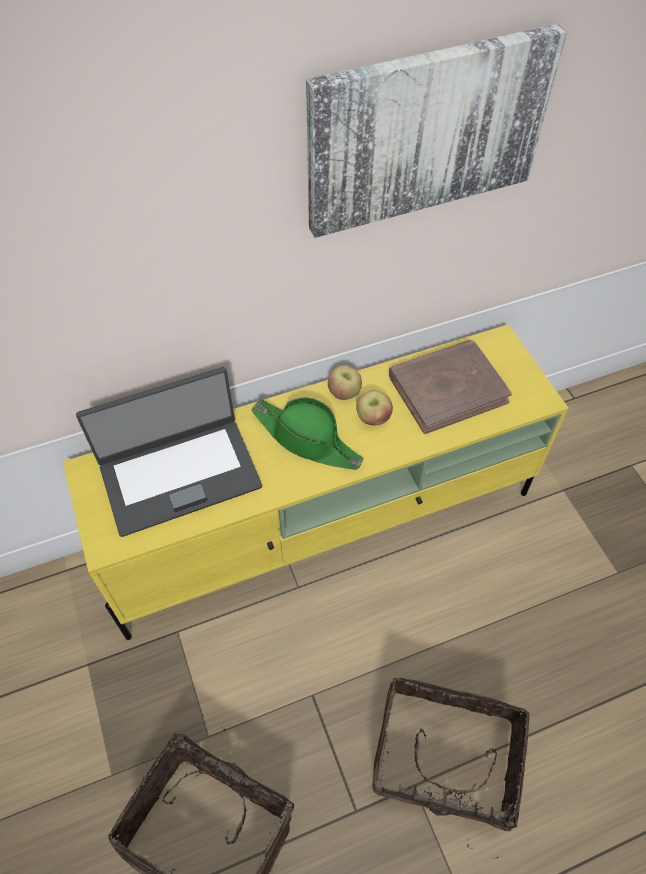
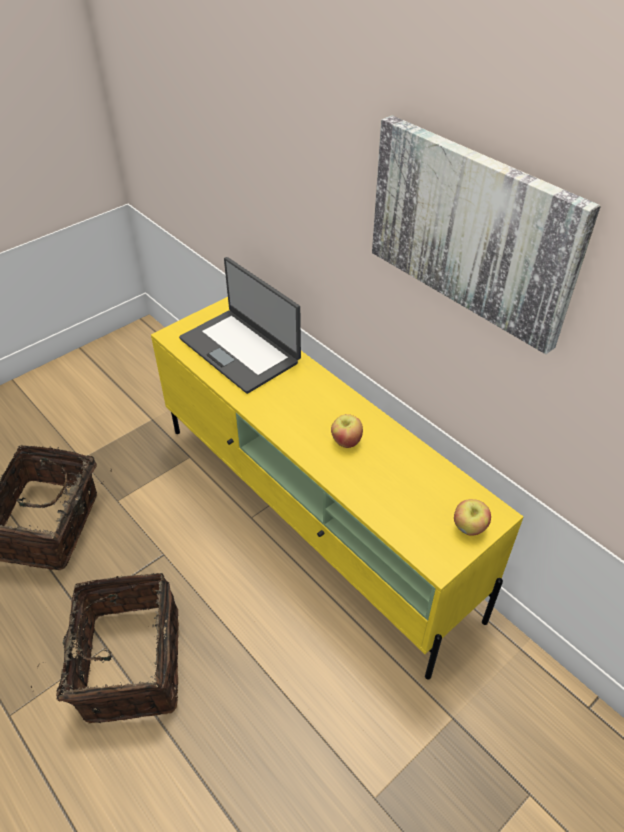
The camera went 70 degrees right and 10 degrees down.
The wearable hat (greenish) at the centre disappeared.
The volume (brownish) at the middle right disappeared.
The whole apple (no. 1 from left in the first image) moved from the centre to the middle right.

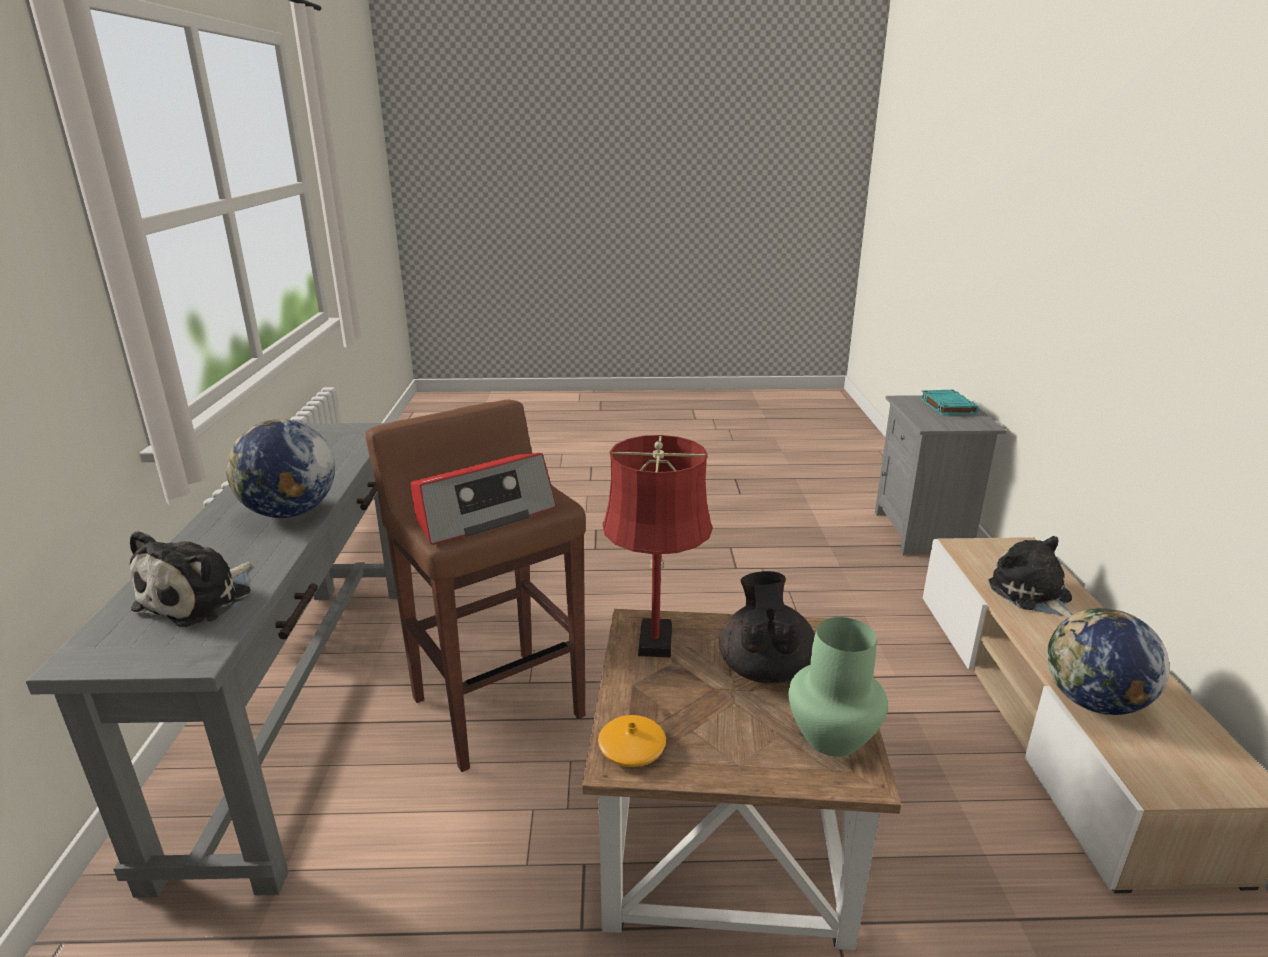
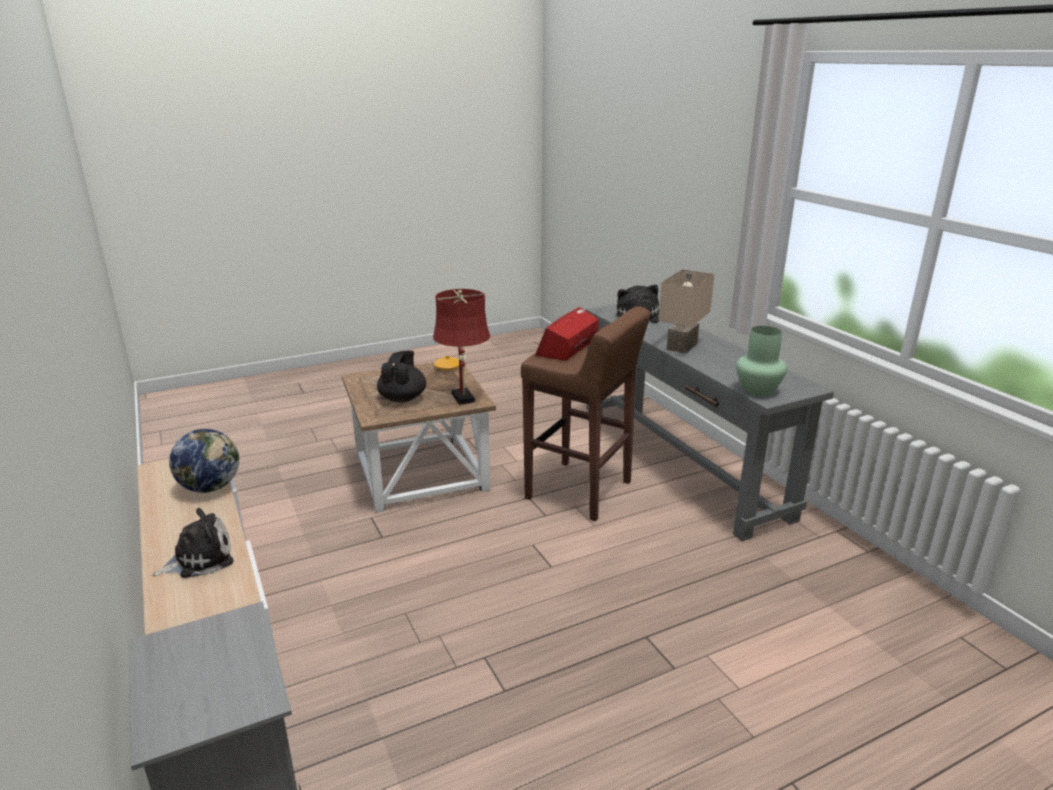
The camera went 155 degrees right and 0 degrees up.
The volume (turquoise) at the middle right disappeared.
The vase (greenish) moved from the bottom centre to the middle right.
The world globe (no. 1 from left) at the middle left was replaced by the lamp for a table (beige-coloured) at the centre.
The teapot (blackish) at the centre turned 150 degrees counterclockwise.
The soft toy (no. 2 from left in the first image) at the middle right turned 75 degrees counterclockwise.

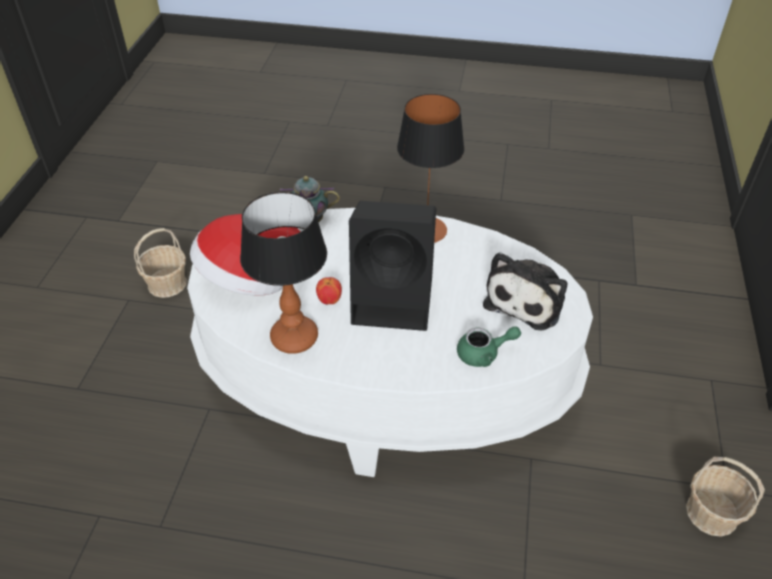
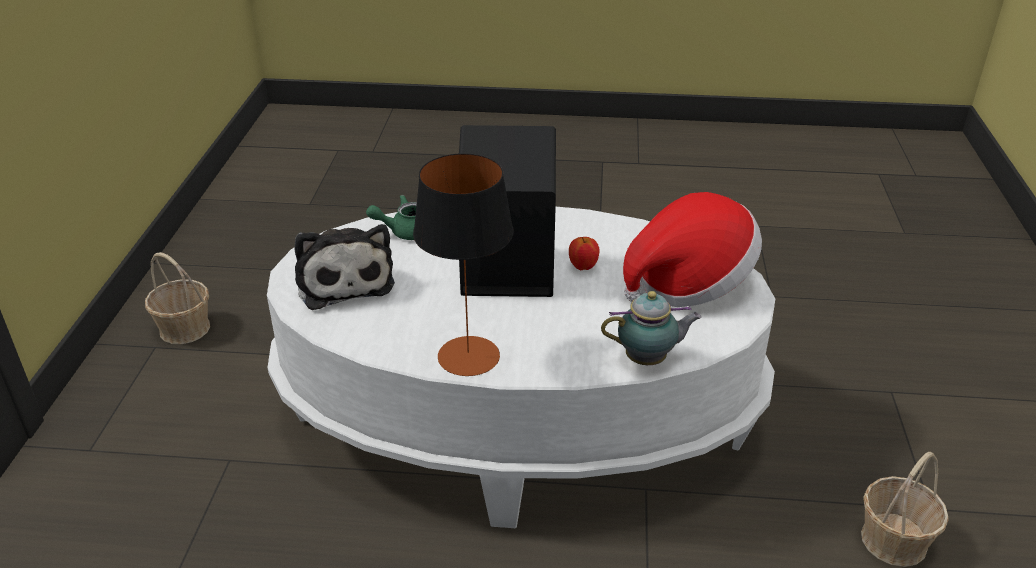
The camera went 175 degrees right and 10 degrees down.
The lamp for a table (no. 1 from left) at the centre disappeared.
The soft toy at the middle right turned 135 degrees clockwise.

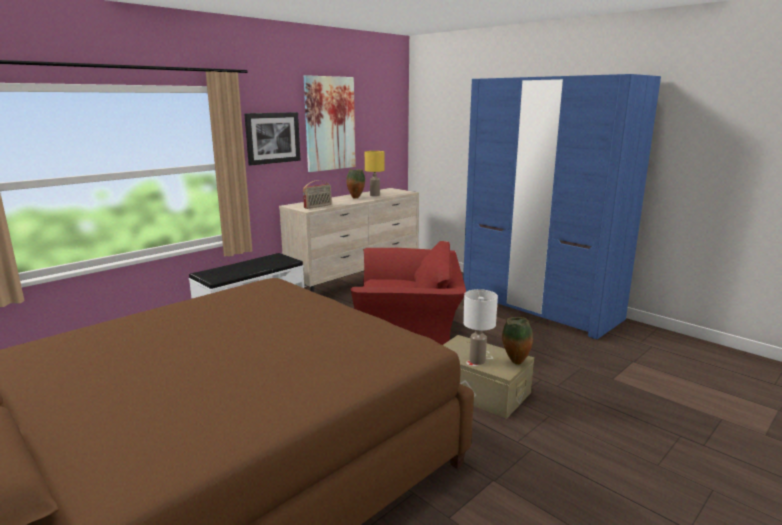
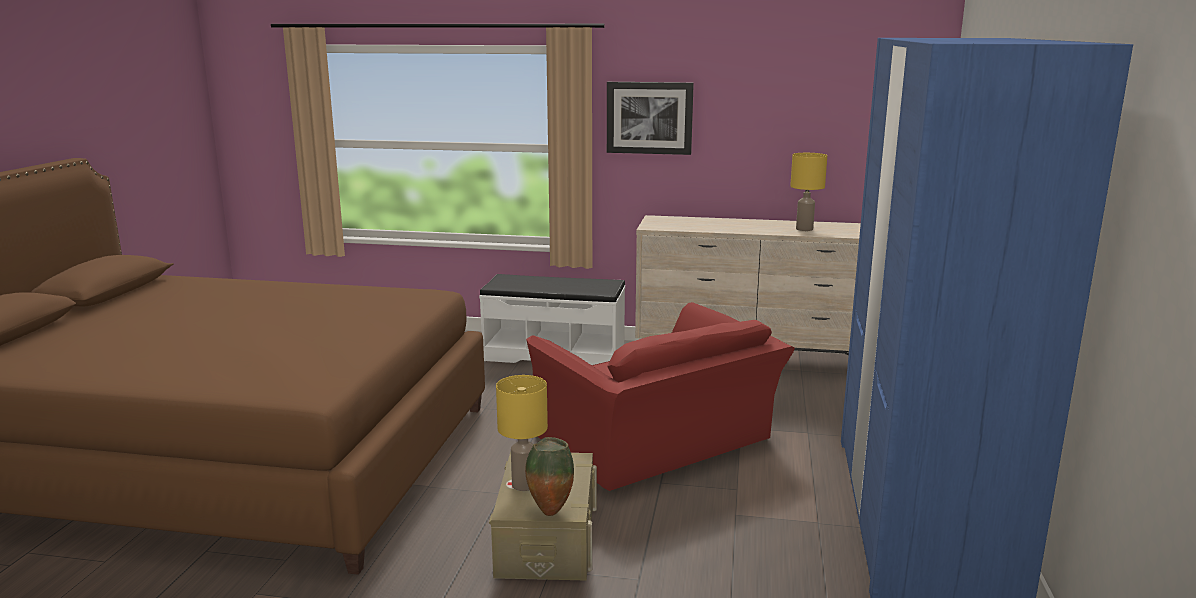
The camera went 55 degrees right and 0 degrees up.
The radio receiver at the centre disappeared.
The wall art (no. 2 from left) at the top centre disappeared.
The vase (no. 1 from left) at the centre disappeared.
The lamp for a table (white) at the centre became the lamp for a table (yellow) (no. 1 from left) at the bottom centre.

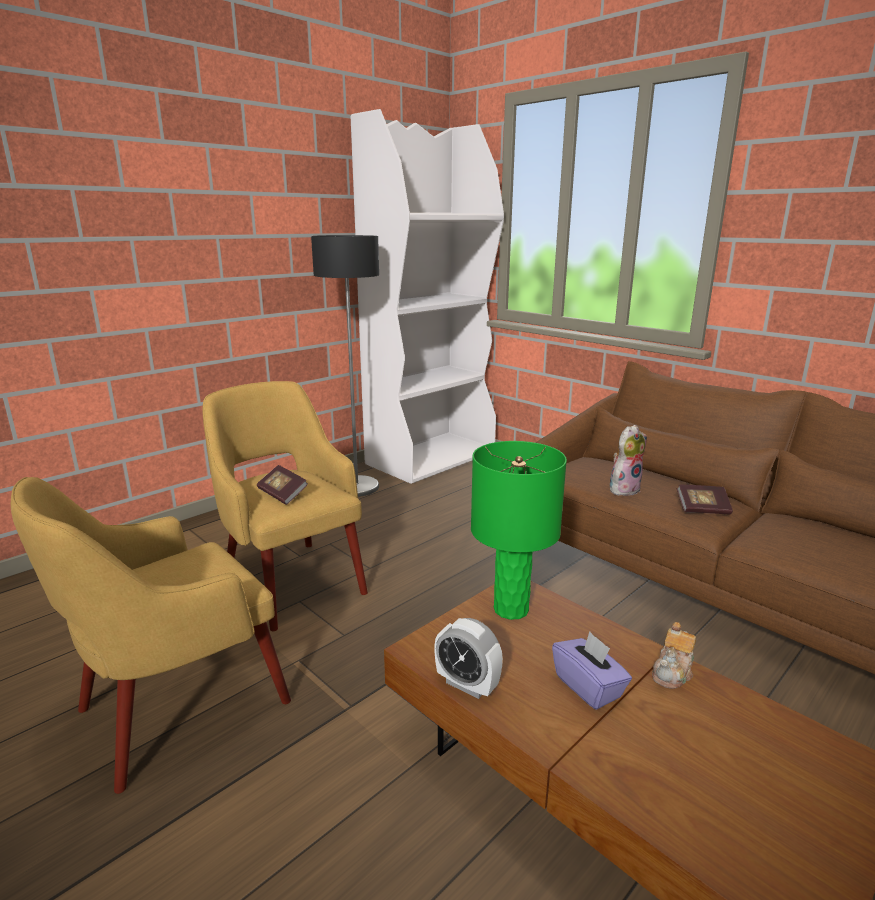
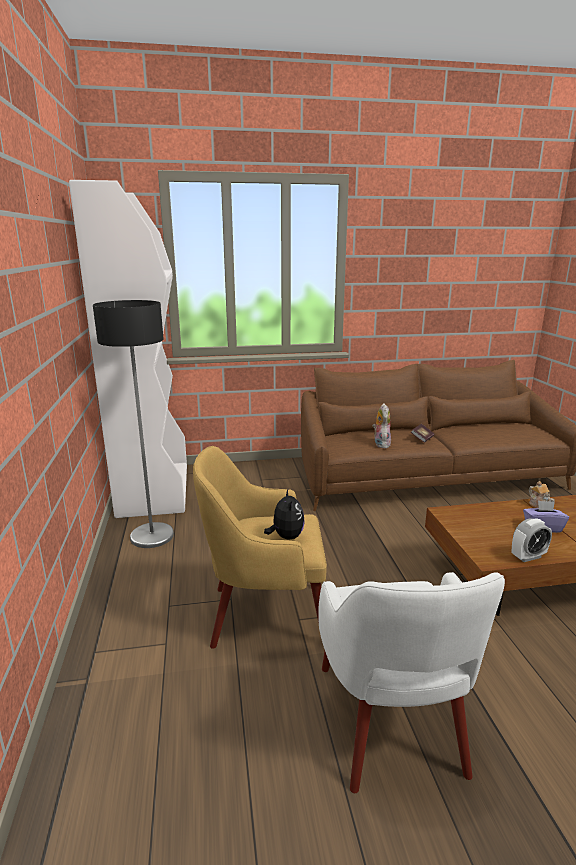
The camera went 55 degrees left and 0 degrees up.
The lamp for a table (greenish) at the centre disappeared.
The volume (no. 1 from left) at the middle left was replaced by the soft toy (no. 1 from left) at the centre.
The armchair (yellow) (no. 1 from left) at the bottom left became the armchair (white) at the bottom right.

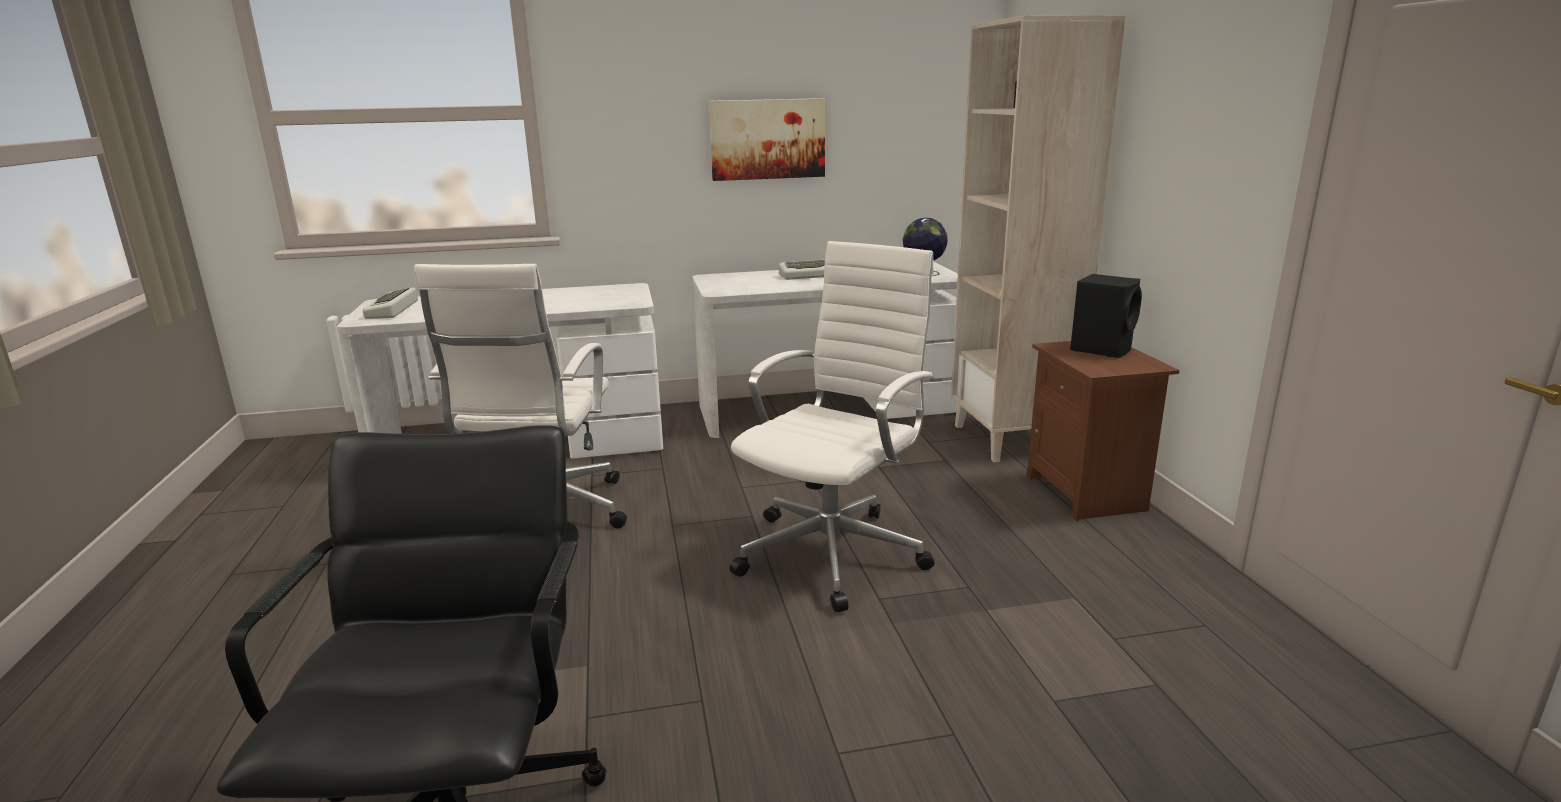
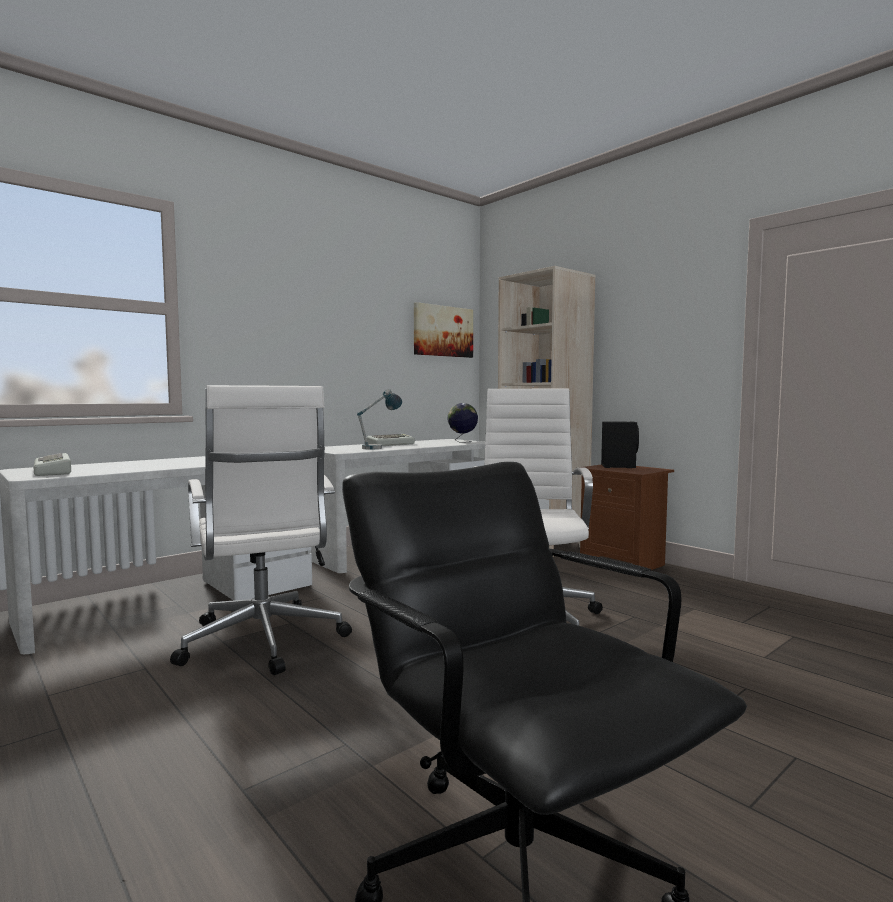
The camera went 30 degrees left and 15 degrees down.
The lamp for a table at the centre appeared.
The wall art moved from the top centre to the centre.

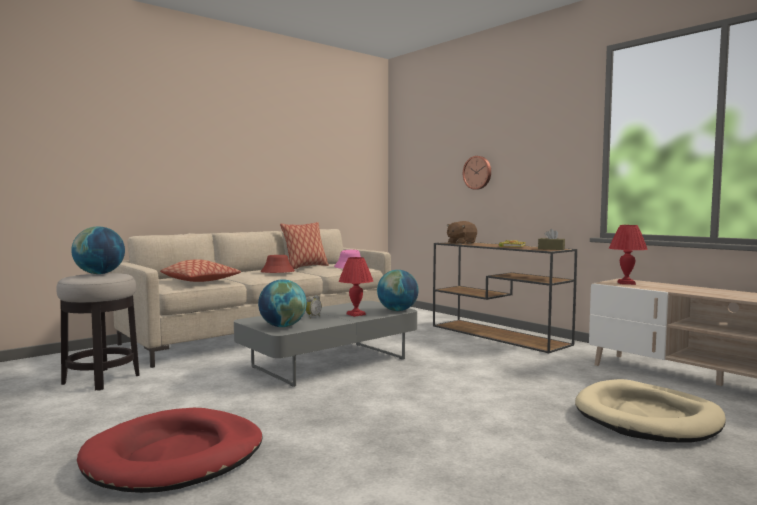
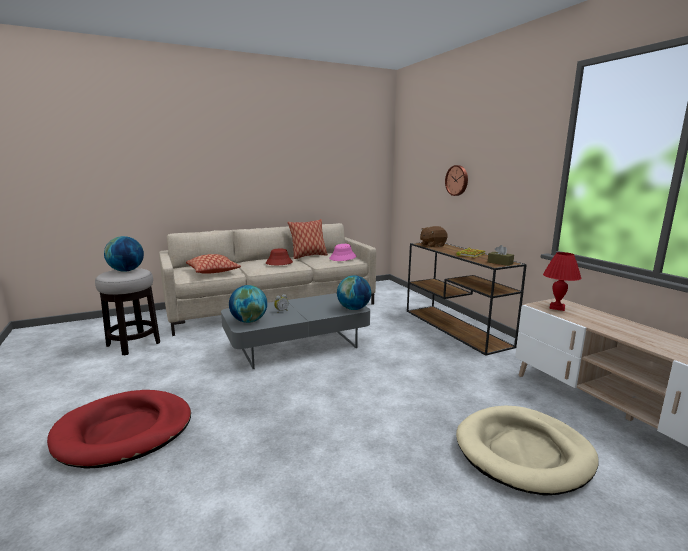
The camera went 15 degrees right and 10 degrees up.
The lamp for a table (red) (no. 1 from left) at the centre disappeared.

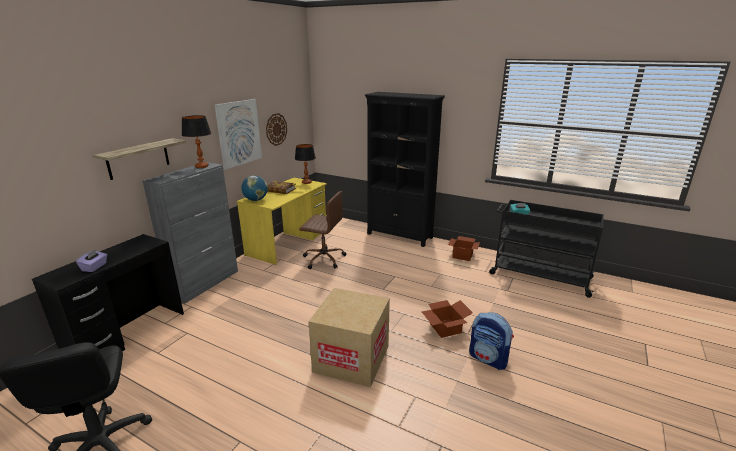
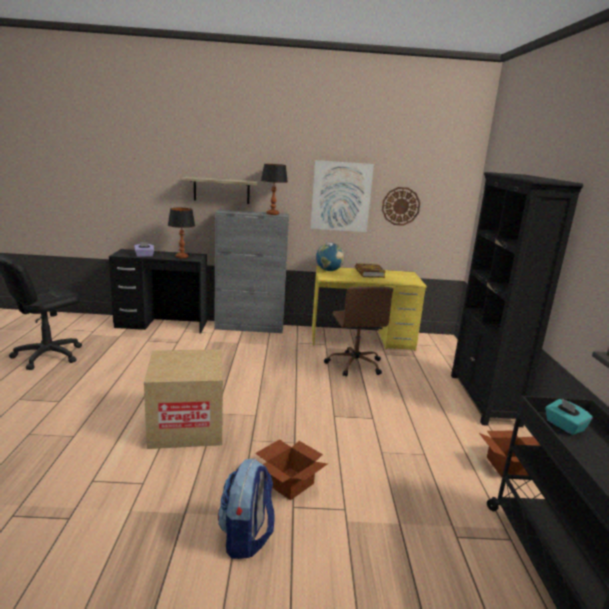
The camera went 60 degrees right and 5 degrees down.
The lamp for a table (no. 2 from left in the first image) moved from the centre to the middle left.

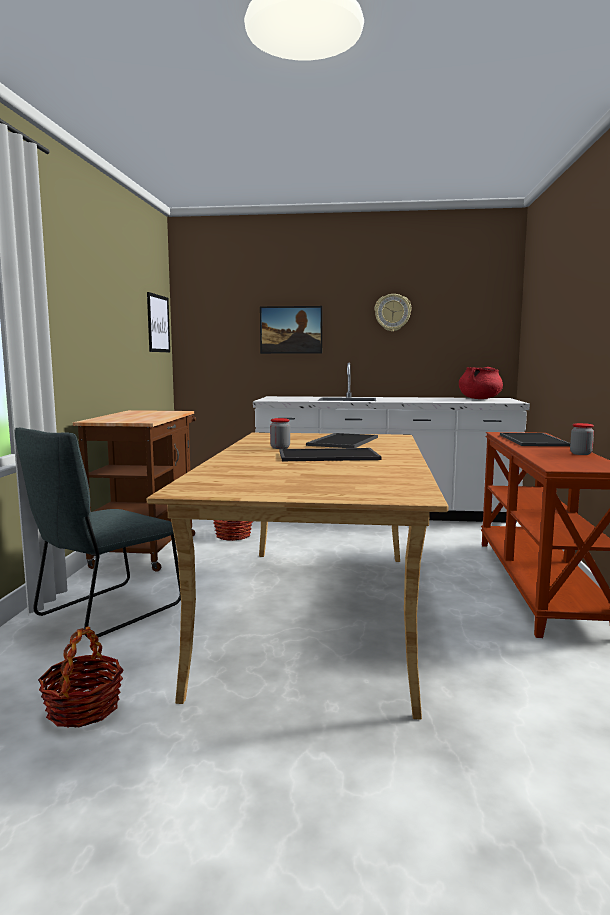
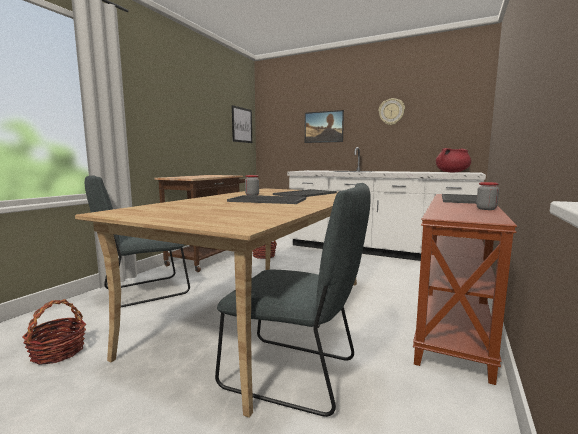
The camera went 20 degrees right and 0 degrees up.
The upright chair (grey) (no. 2 from left) at the bottom centre appeared.

